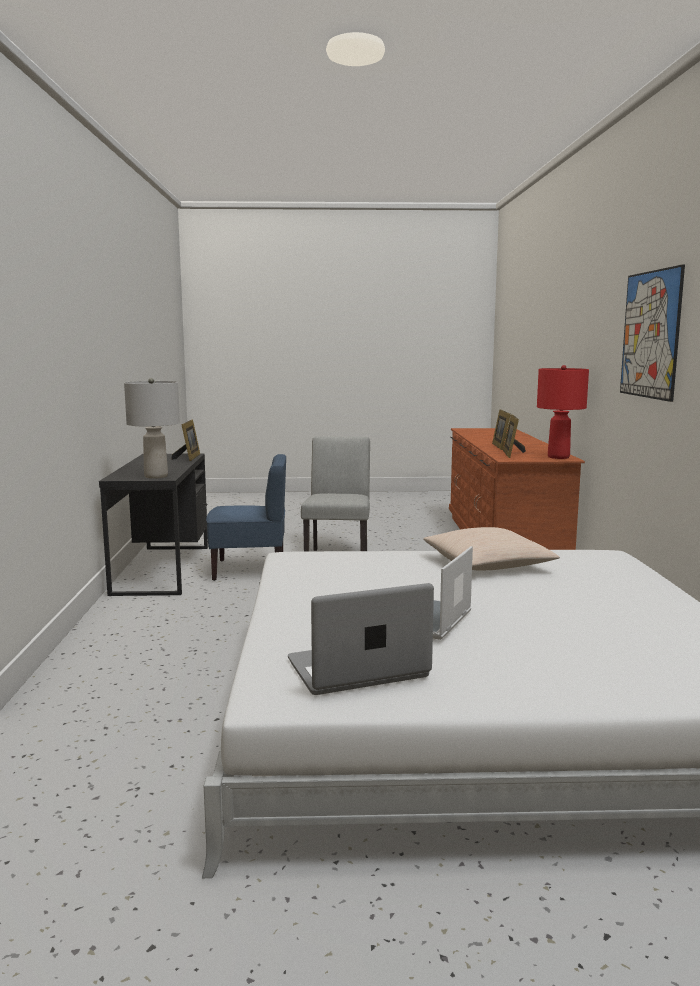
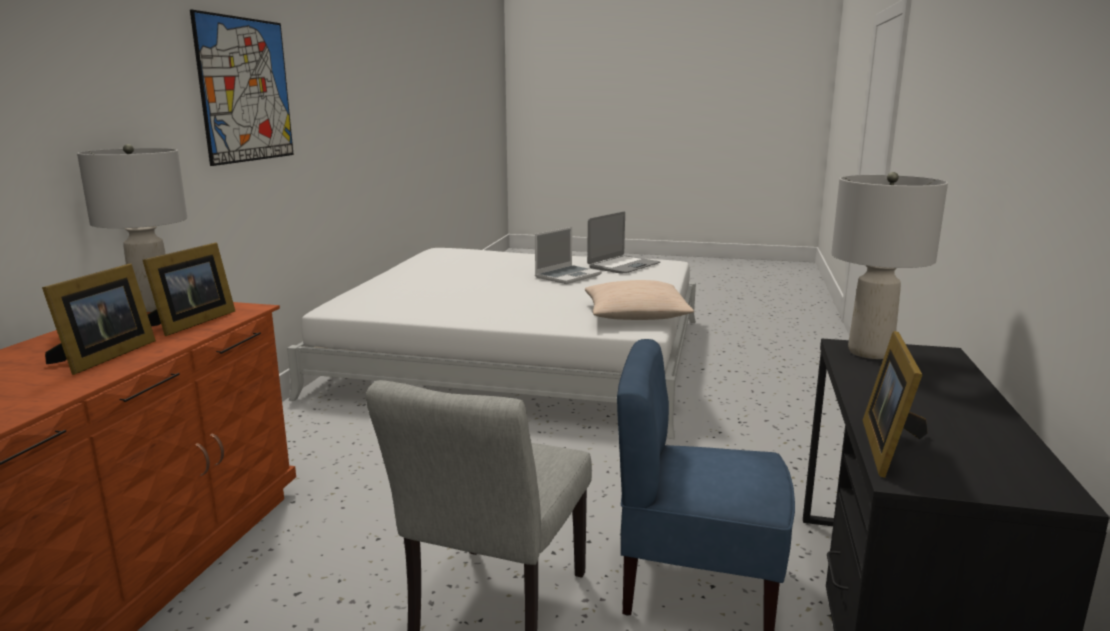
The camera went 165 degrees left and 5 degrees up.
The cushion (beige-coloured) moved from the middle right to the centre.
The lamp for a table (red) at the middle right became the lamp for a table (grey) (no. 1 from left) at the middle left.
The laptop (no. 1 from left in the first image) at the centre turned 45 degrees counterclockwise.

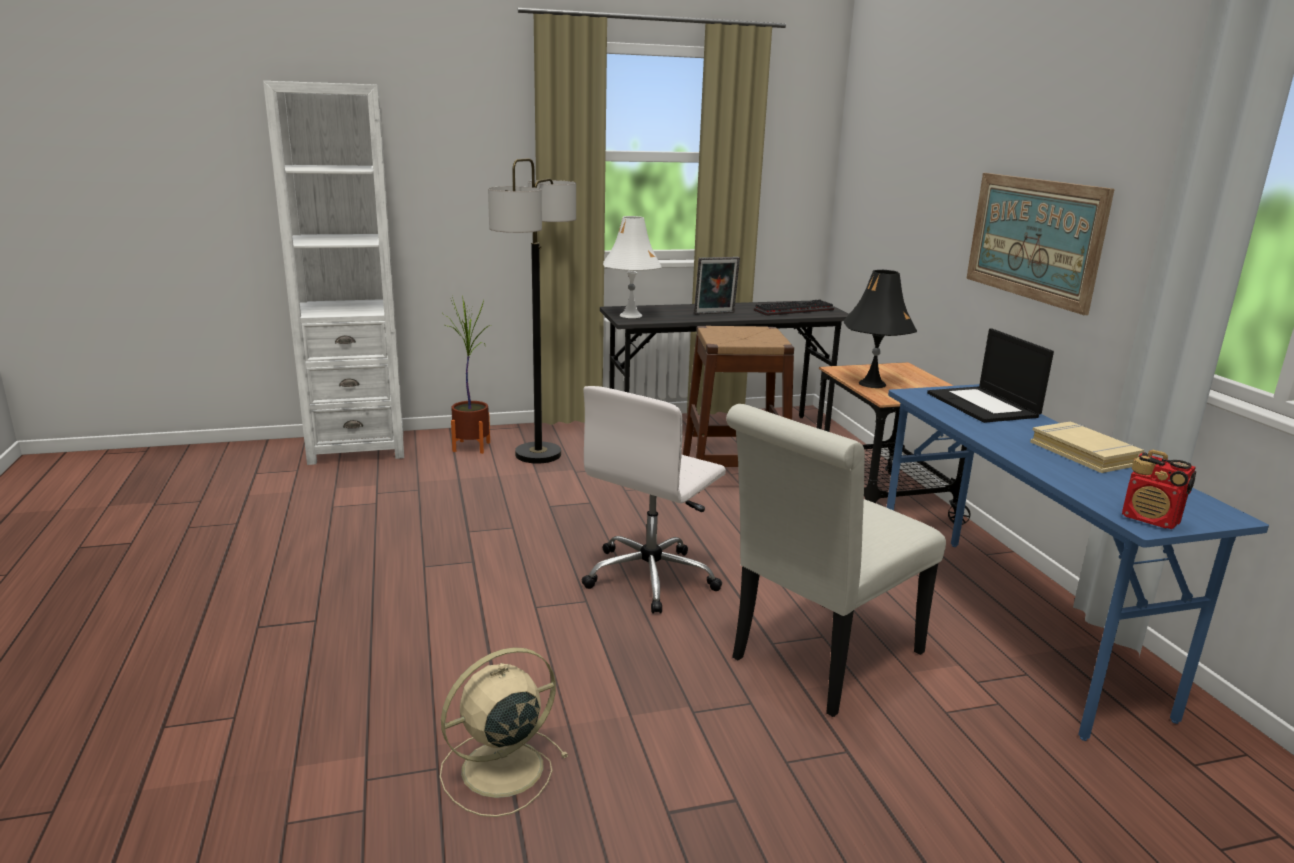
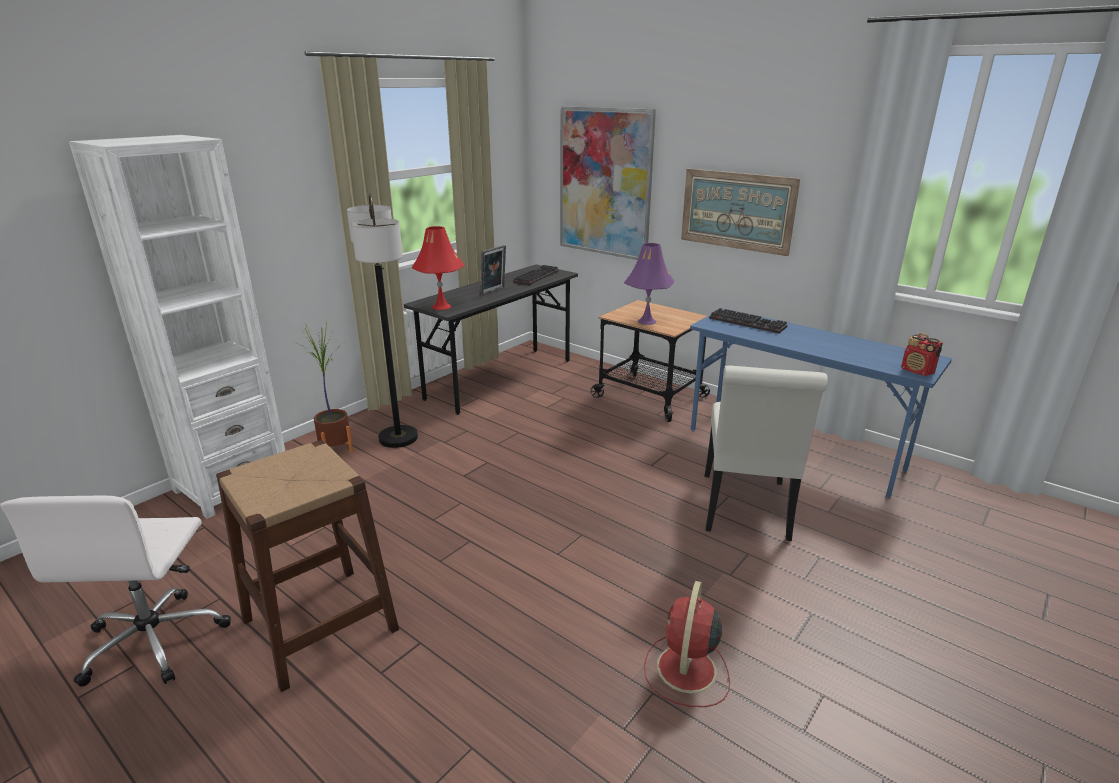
The camera went 35 degrees left and 5 degrees up.
The volume (beige-coloured) at the middle right disappeared.
The wall art (no. 1 from left) at the top centre appeared.
The office chair (white) moved from the centre to the bottom left.
The stool seat (brownish) moved from the centre to the bottom left.
The laptop at the middle right was replaced by the keyboard (no. 2 from left) at the middle right.
The fan (beige-coloured) at the bottom centre became the fan (red) at the bottom centre.
The lamp for a table (white) at the top centre became the lamp for a table (red) at the centre.
The lamp for a table (blackish) at the middle right became the lamp for a table (purplish) at the centre.
The radio receiver at the middle right turned 45 degrees clockwise.

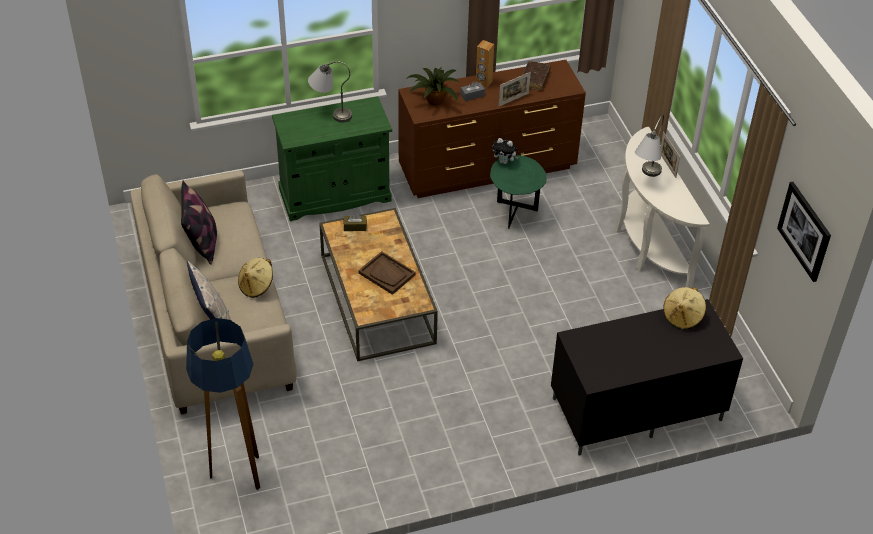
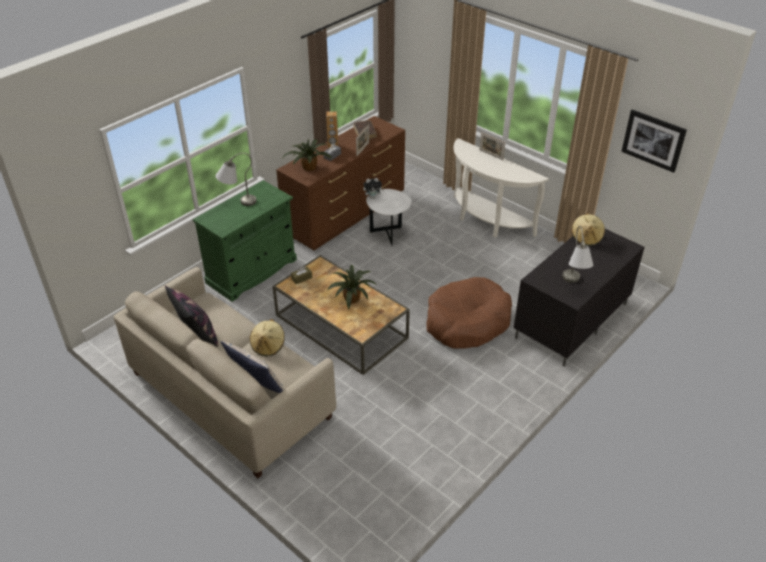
The camera went 30 degrees left and 5 degrees down.
The floor lamp at the bottom left disappeared.
The dog bed (brownish) at the centre appeared.
The lamp for a table (grey) (no. 2 from left) moved from the top right to the middle right.
The tray (brownish) at the centre was replaced by the potted plant (no. 2 from left) at the centre.
The accent table (greenish) at the centre became the accent table (white) at the centre.

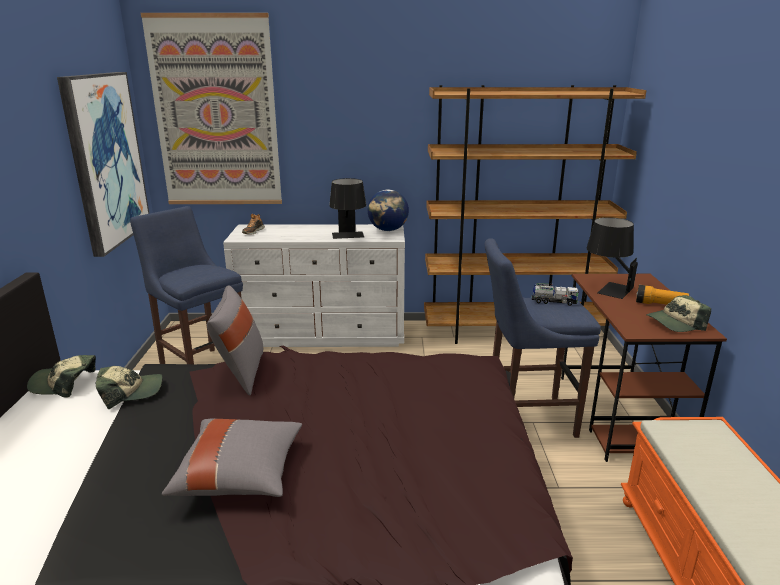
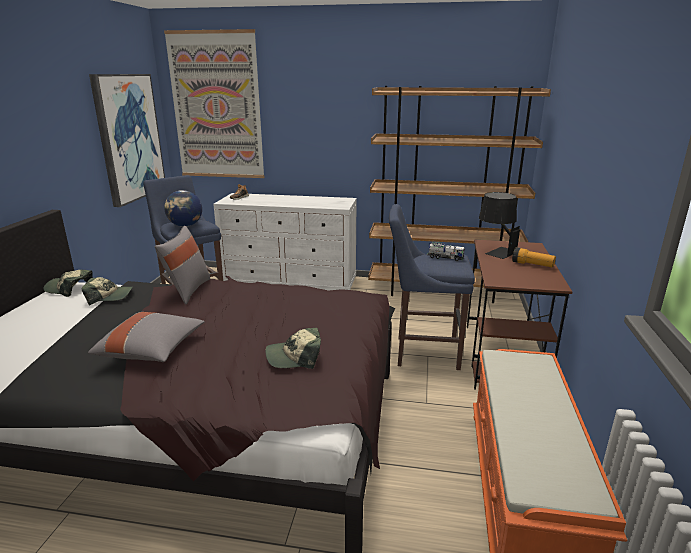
The camera went 10 degrees right and 0 degrees up.
The lamp for a table (blackish) (no. 1 from left) at the centre disappeared.
The world globe moved from the centre to the middle left.
The baseball cap (no. 3 from left) moved from the middle right to the centre.

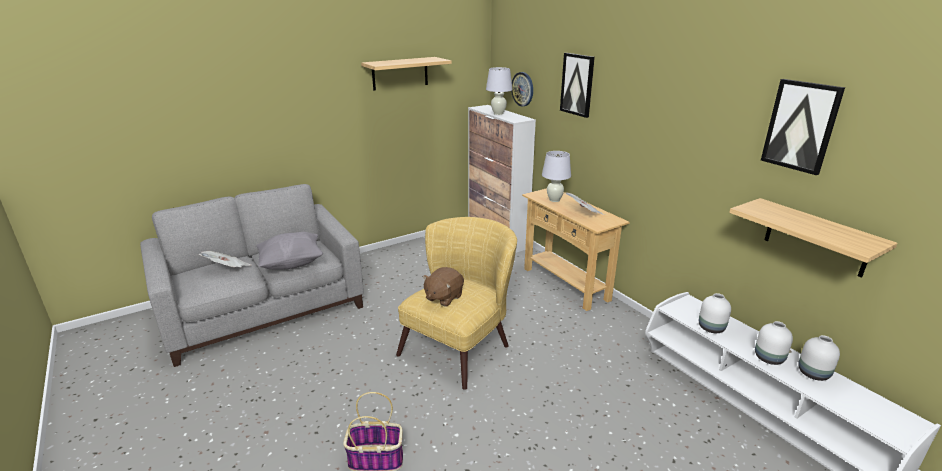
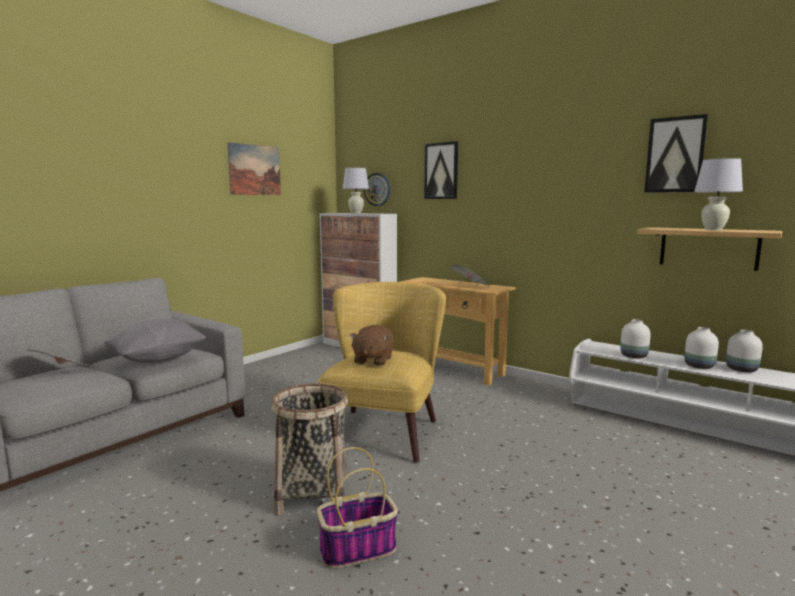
The camera went 20 degrees left and 15 degrees down.
The basket (no. 1 from left) at the bottom centre appeared.
The lamp for a table (white) (no. 2 from left) moved from the centre to the top right.
The shelf (no. 1 from left) at the top centre was replaced by the wall art (no. 1 from left) at the top left.

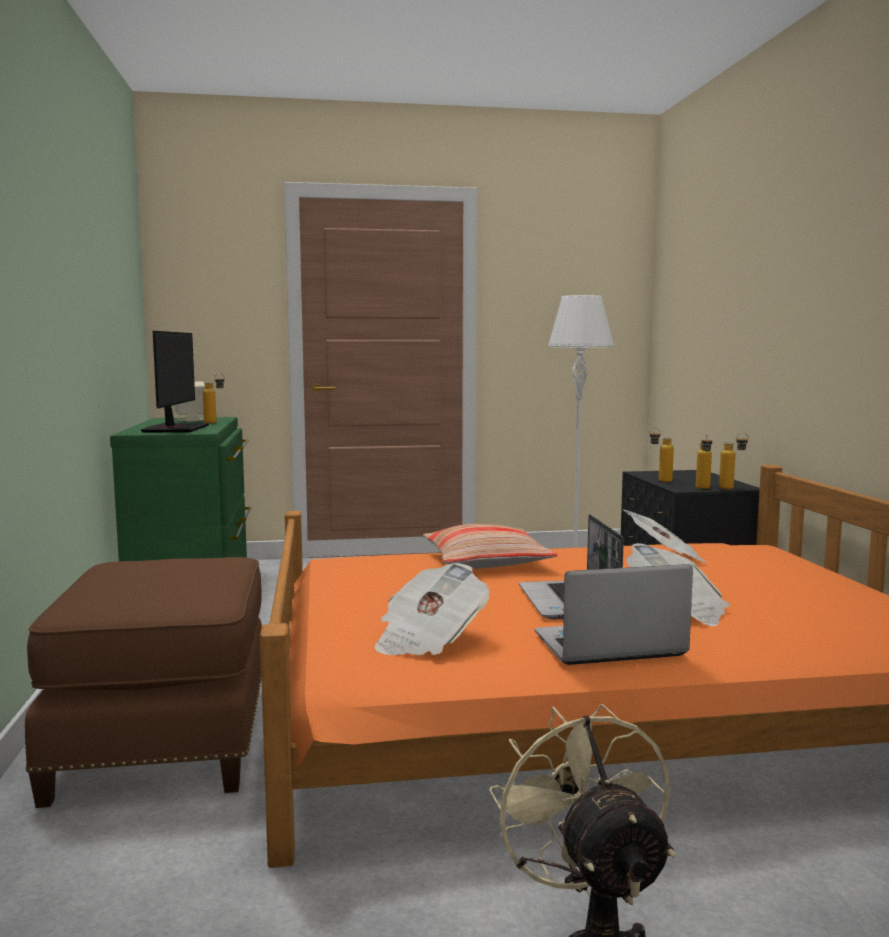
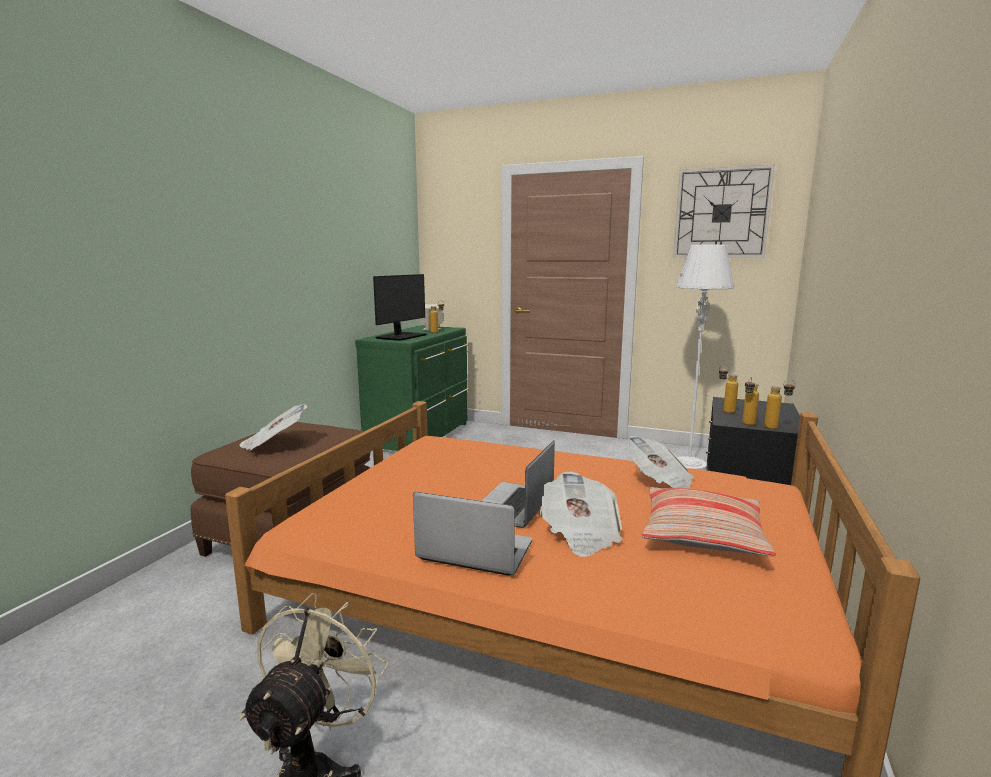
The camera went 30 degrees right and 5 degrees up.
The clock on the wall at the top right appeared.
The newspaper (no. 1 from left) moved from the centre to the middle left.
The cushion moved from the centre to the bottom right.

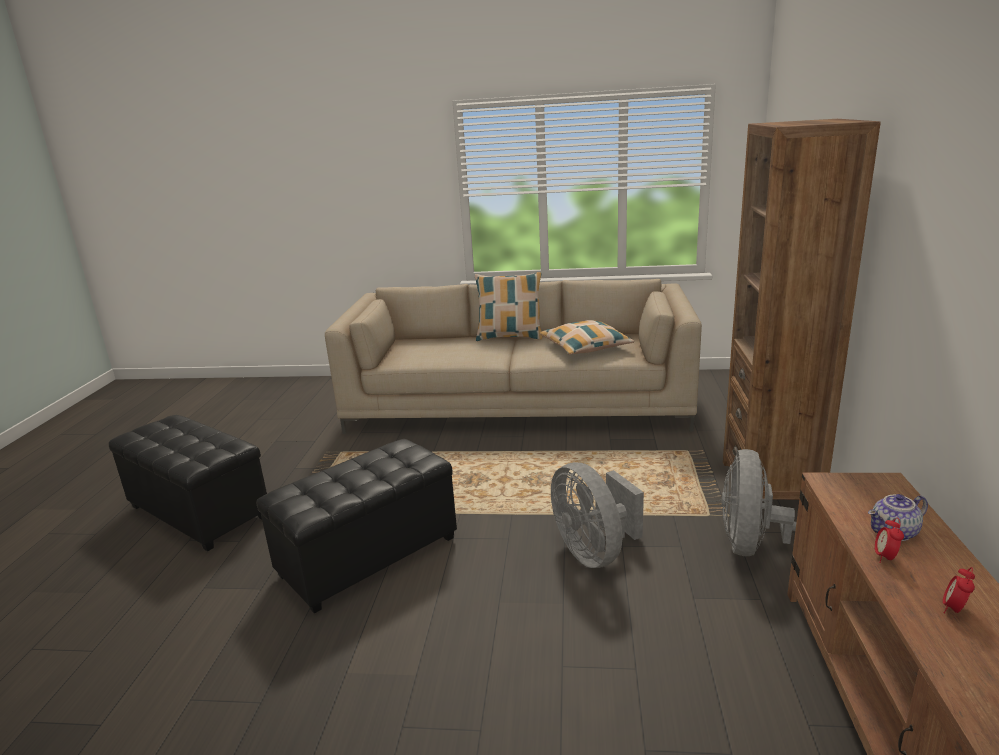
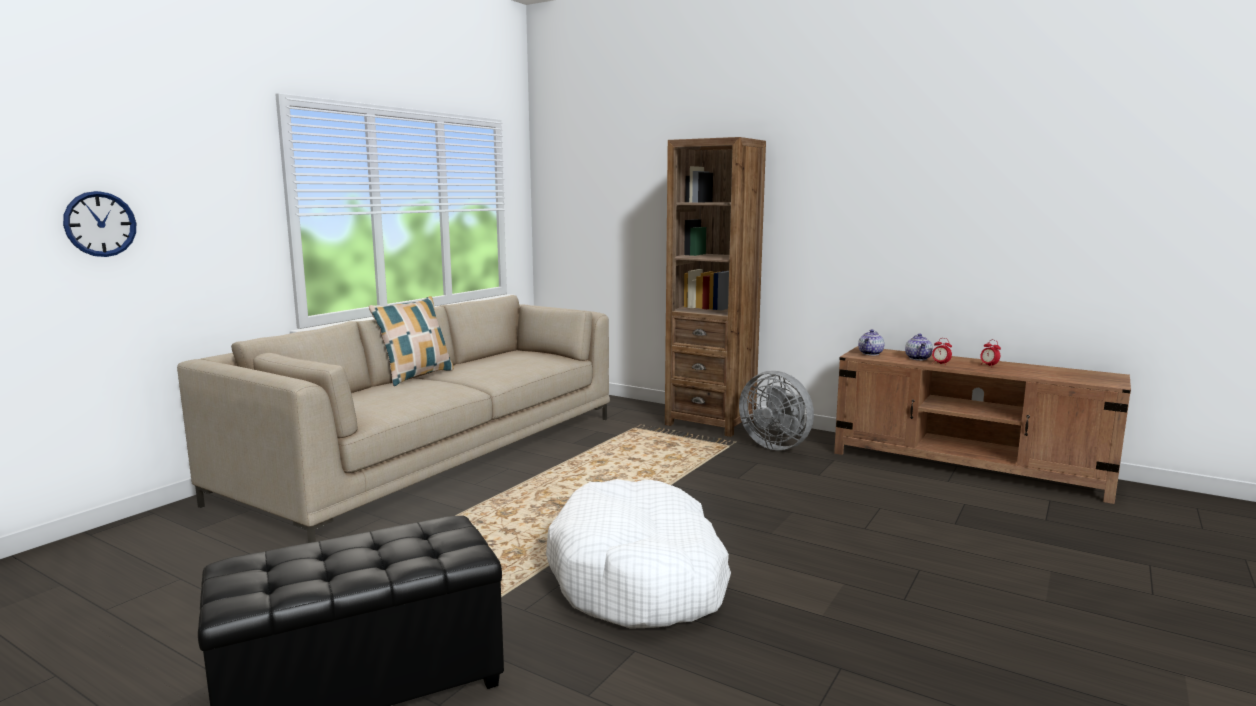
The camera went 65 degrees left and 10 degrees down.
The cushion (no. 2 from left) at the centre disappeared.
The fan (grey) (no. 1 from left) at the bottom centre disappeared.
The clock on the wall at the top left appeared.
The teapot (no. 1 from left) at the middle right appeared.
The ottoman (blackish) (no. 2 from left) at the bottom centre was replaced by the dog bed (white) at the bottom centre.

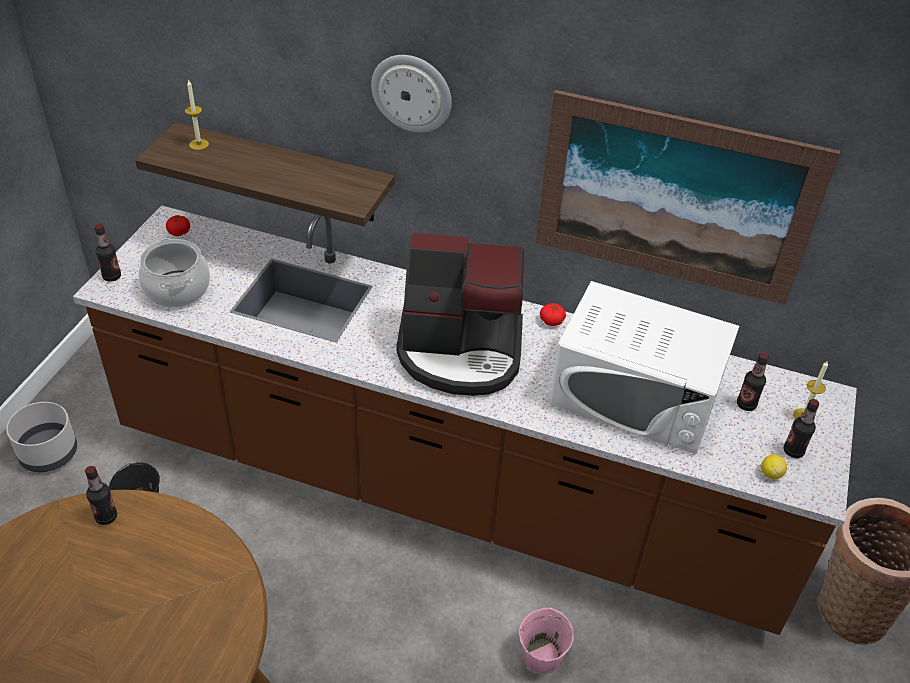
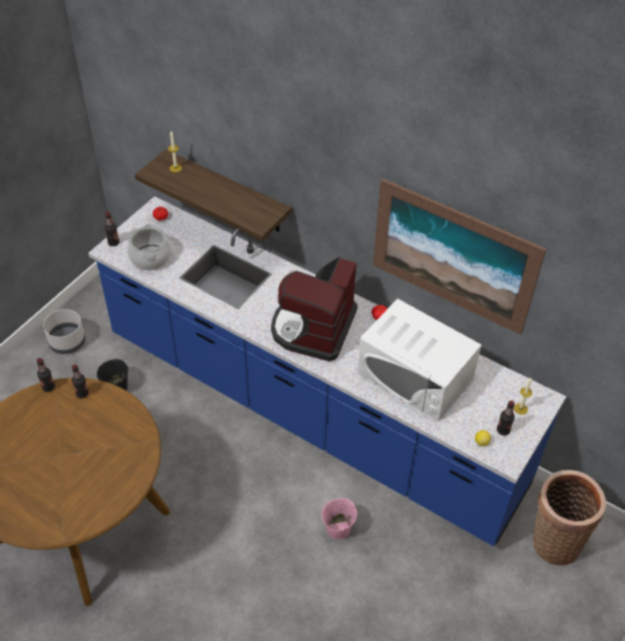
The camera went 15 degrees right and 5 degrees up.
The clock on the wall at the top centre disappeared.
The beverage bottle (no. 3 from left in the first image) moved from the middle right to the middle left.
The kitchen counter (brownish) at the centre became the kitchen counter (blue) at the centre.
The coffee maker at the centre turned 90 degrees clockwise.

